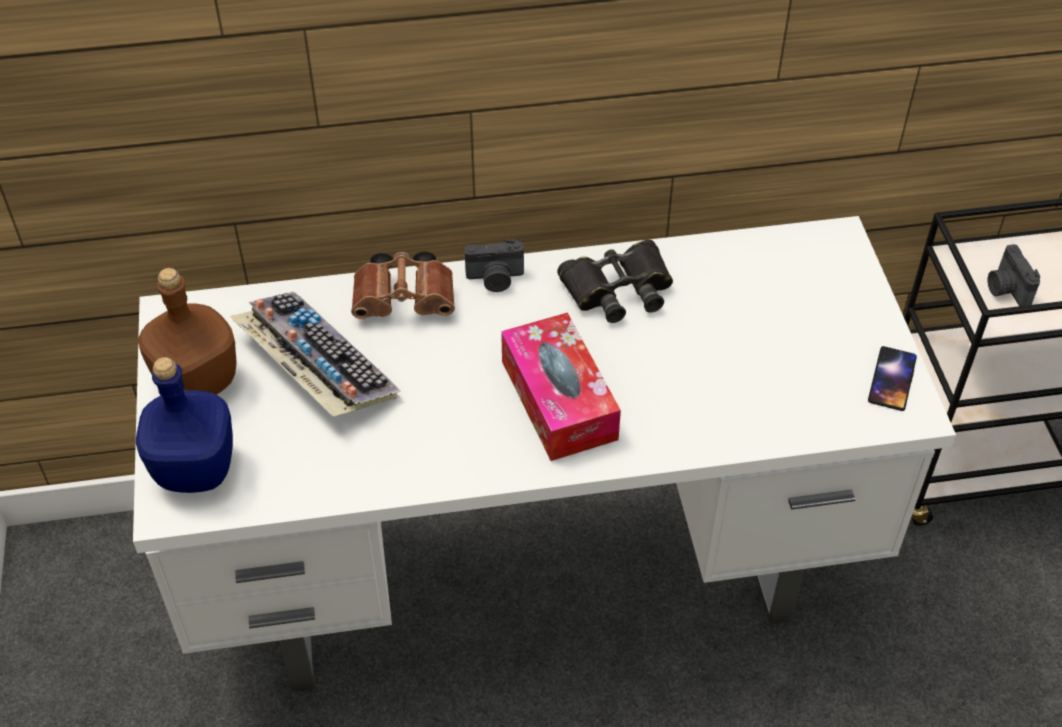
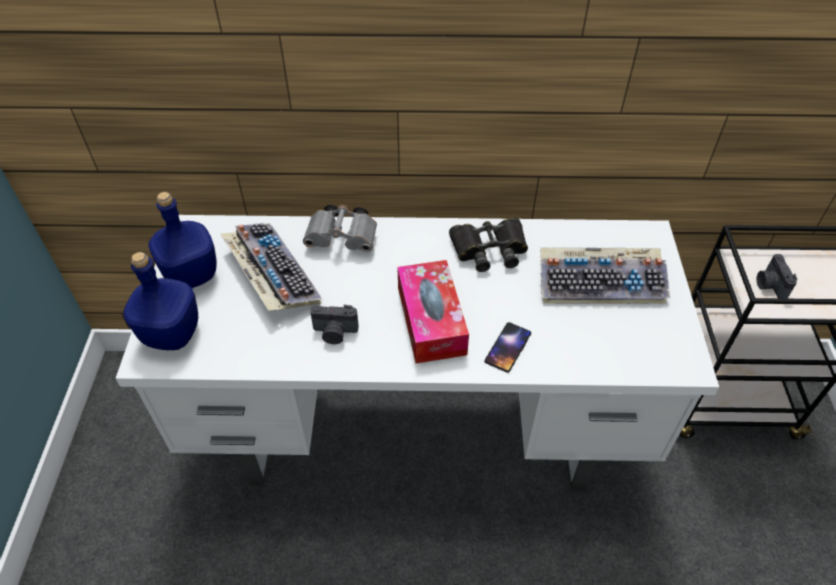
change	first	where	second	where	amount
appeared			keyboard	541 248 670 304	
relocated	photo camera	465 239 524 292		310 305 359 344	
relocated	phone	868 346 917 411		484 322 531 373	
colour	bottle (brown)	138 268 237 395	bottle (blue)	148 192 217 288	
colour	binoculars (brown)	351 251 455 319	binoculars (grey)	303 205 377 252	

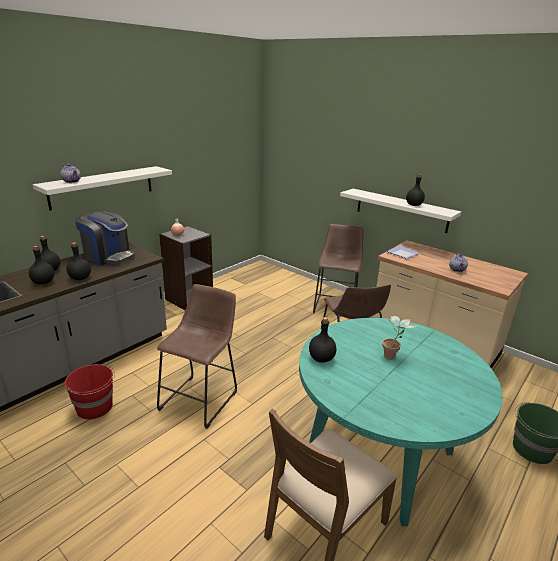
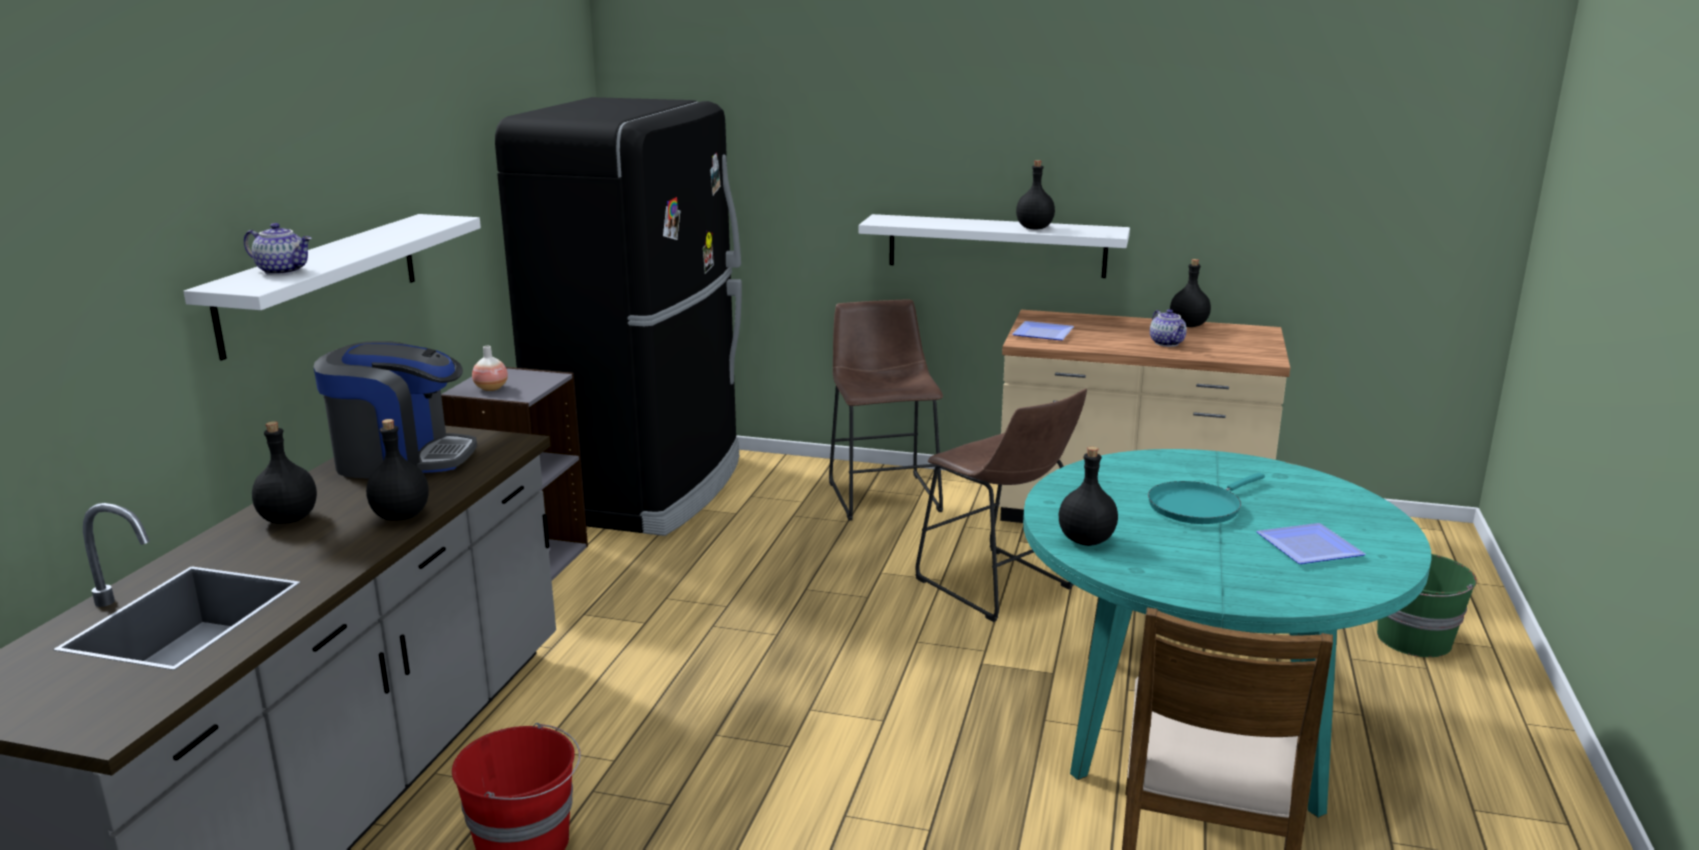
change	first	where	second	where	amount
missing	stool (brown)	157 284 237 429			
appeared			fridge (black)	495 97 742 536	
appeared			plate	1256 523 1366 564	
relocated	bottle (black)	29 246 54 284		1170 259 1211 327	
exchanged	potted plant	382 316 416 360	frying pan (turquoise)	1148 473 1265 524	

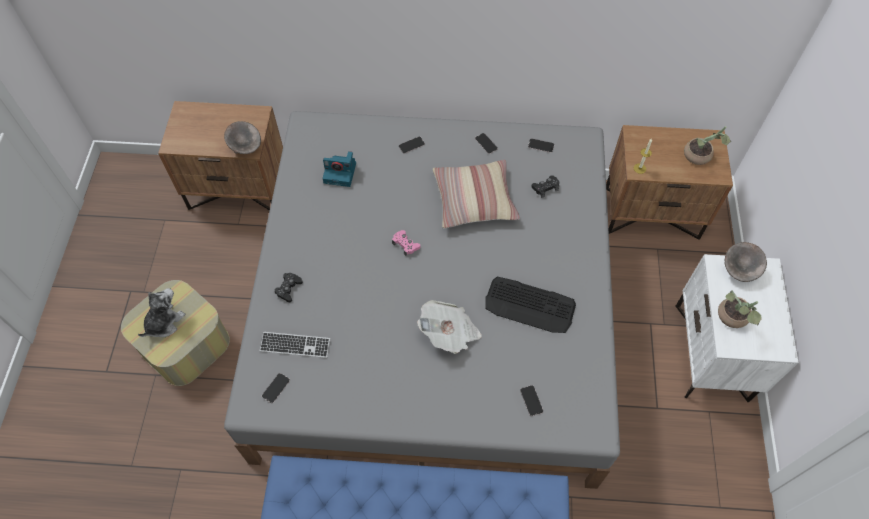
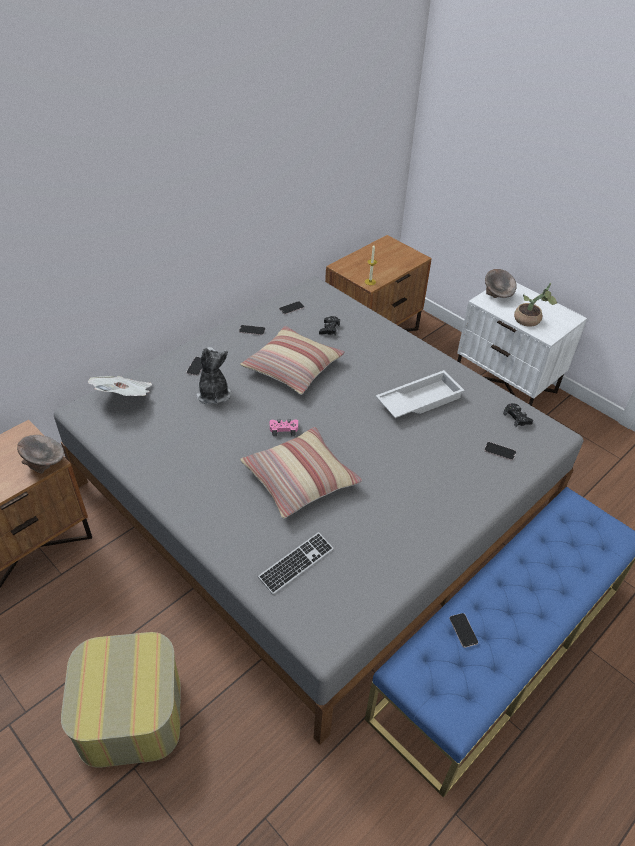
change	first	where	second	where	amount
missing	photo camera	322 151 356 187			
missing	potted plant	684 126 731 165			
appeared			pillow	240 427 362 519	
relocated	plush toy	138 288 185 337		196 347 231 404	
relocated	phone	262 373 290 403		449 613 478 648	
relocated	game controller (black)	275 273 303 302		503 403 533 427	
relocated	newspaper	417 300 482 354		88 376 152 396	
exchanged	keyboard	485 277 576 333	tray (white)	376 370 465 418	

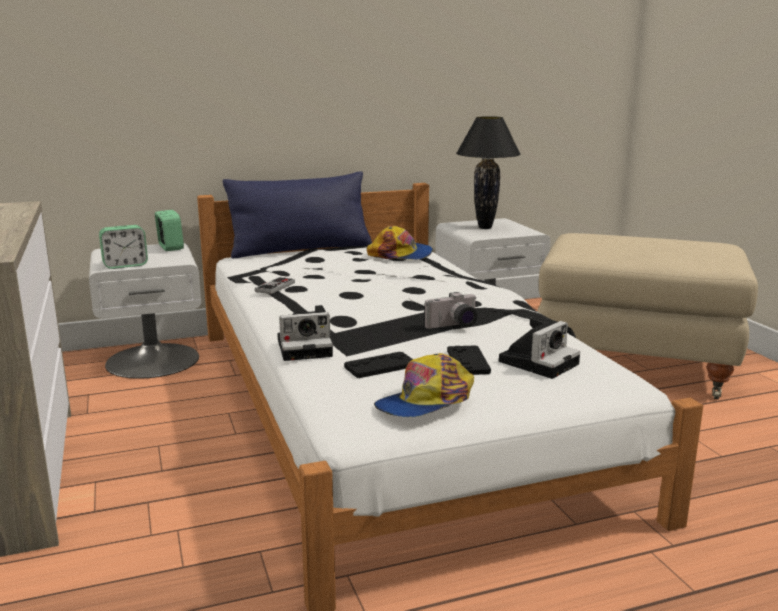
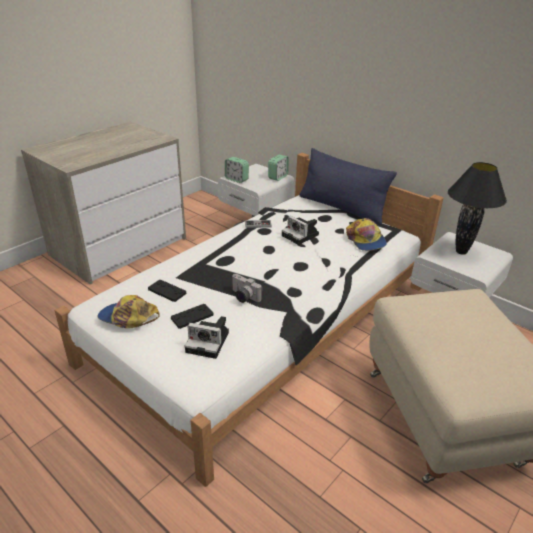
change	first	where	second	where	amount
relocated	photo camera	277 305 333 361		282 216 319 245	

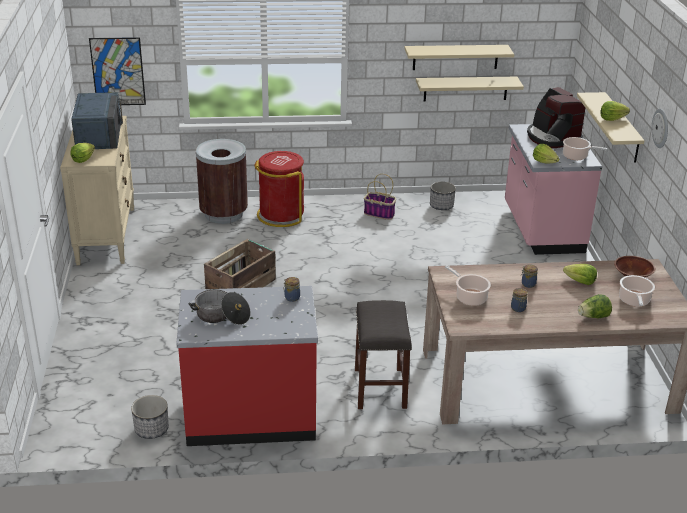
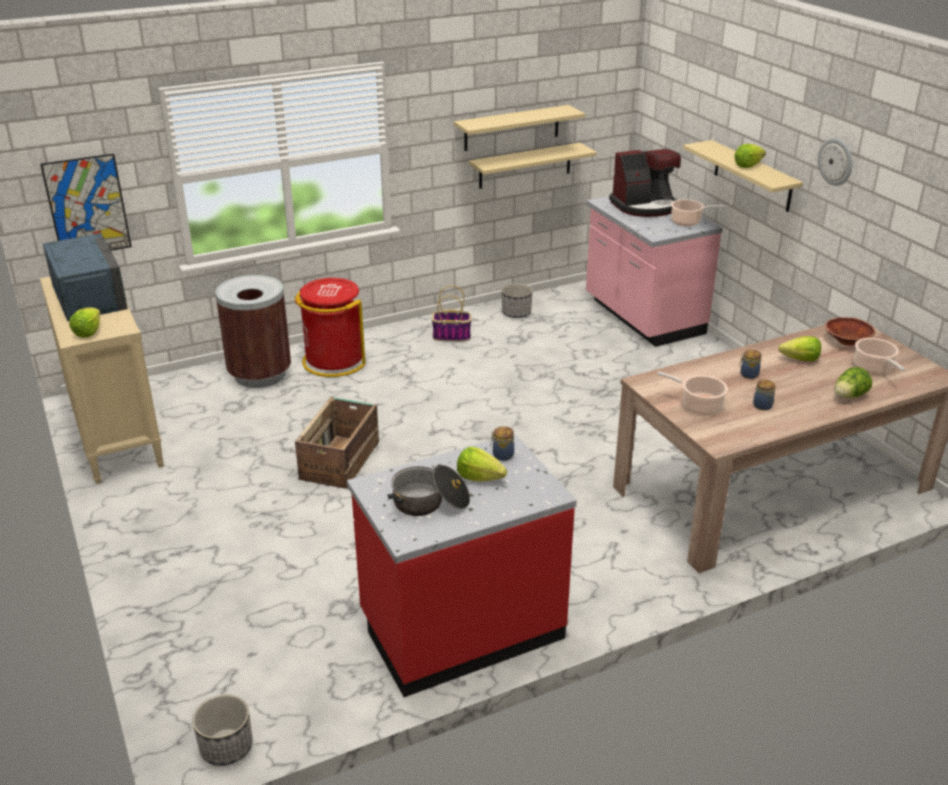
change	first	where	second	where	amount
missing	stool (grey)	355 300 412 409			
relocated	planter	131 395 169 439		192 694 253 766	
relocated	lettuce	533 144 559 163		457 447 507 481	
spun	coffee machine	527 87 585 148		609 149 681 217	60 degrees counterclockwise

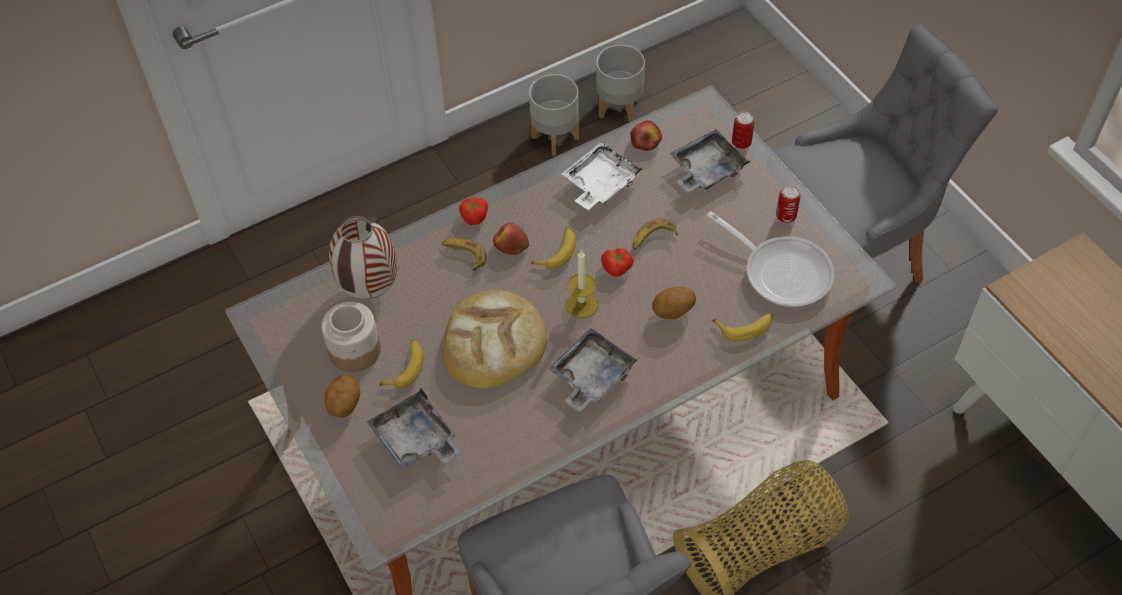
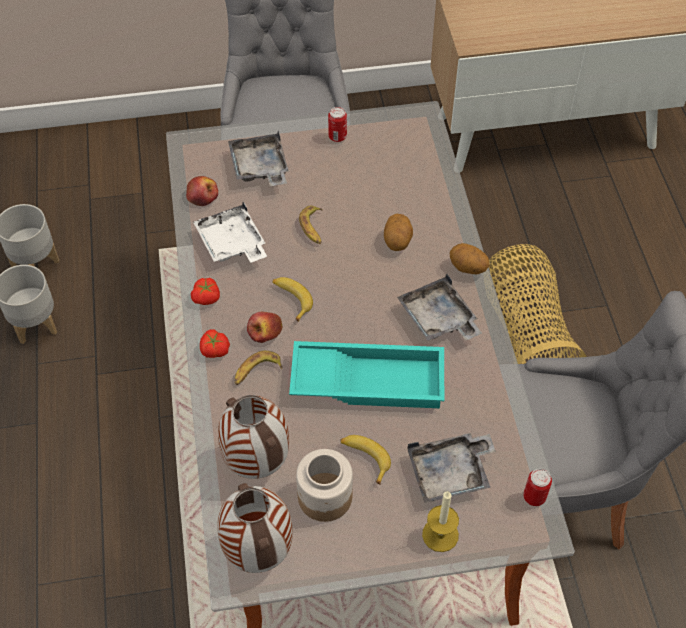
change	first	where	second	where	amount
missing	frying pan	707 211 834 307			
missing	banana	712 313 773 341			
appeared			vase	217 483 293 573	
relocated	potato	325 374 360 418		450 243 490 274	
relocated	candle	565 250 599 318		422 491 459 552	
relocated	tomato	601 248 634 277		191 278 220 305	
relocated	can	732 112 755 149		523 469 552 506	
exchanged	bread	442 290 547 388	tray (turquoise)	289 341 444 408	

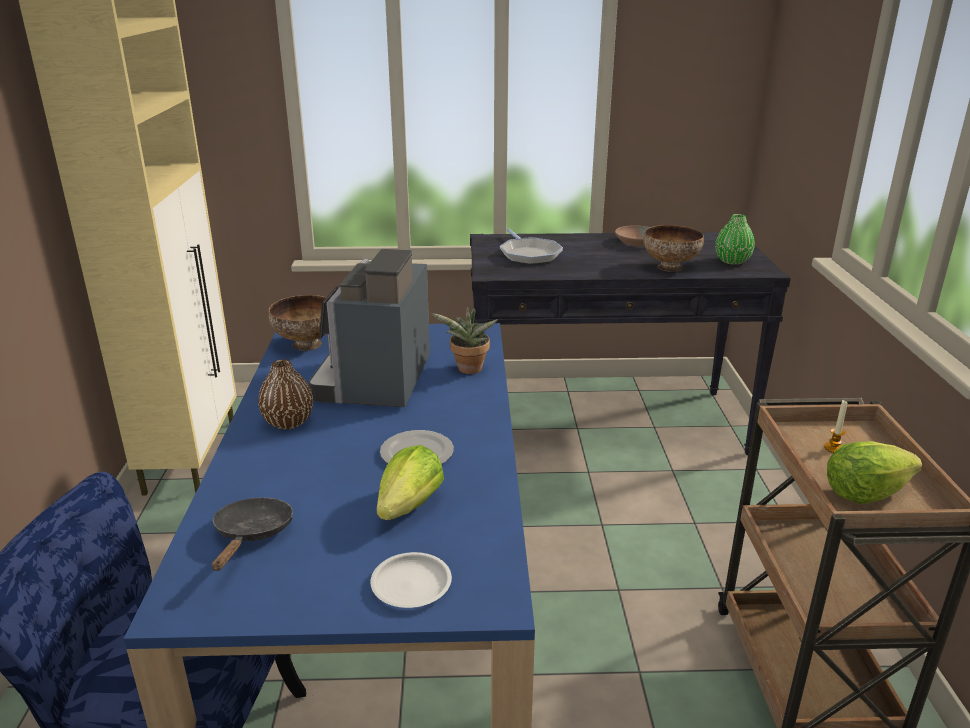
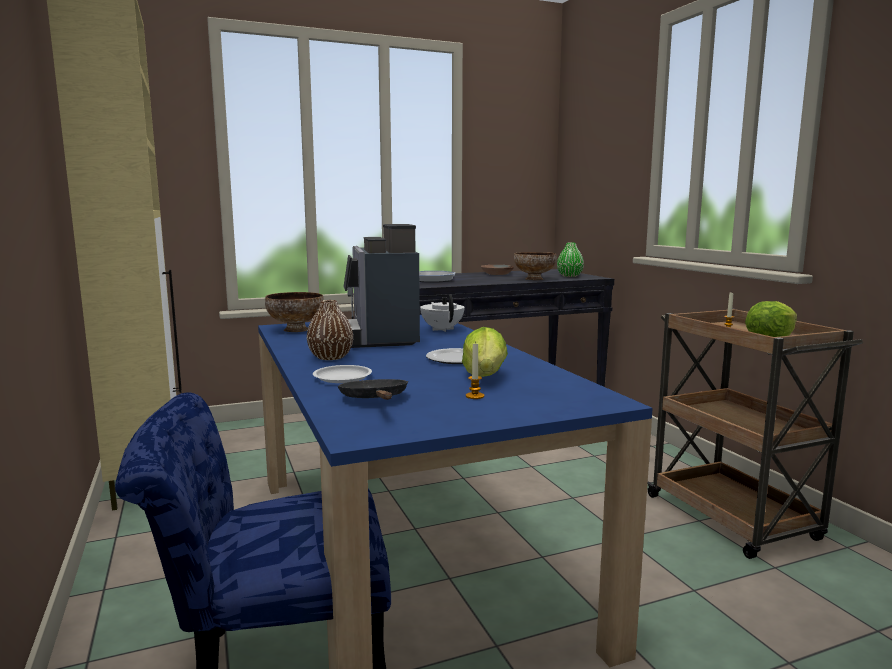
change	first	where	second	where	amount
appeared			candle	466 342 484 399	
relocated	plate (white)	370 552 452 608		313 365 372 383	
exchanged	potted plant	431 307 498 374	teapot (white)	420 294 464 332	

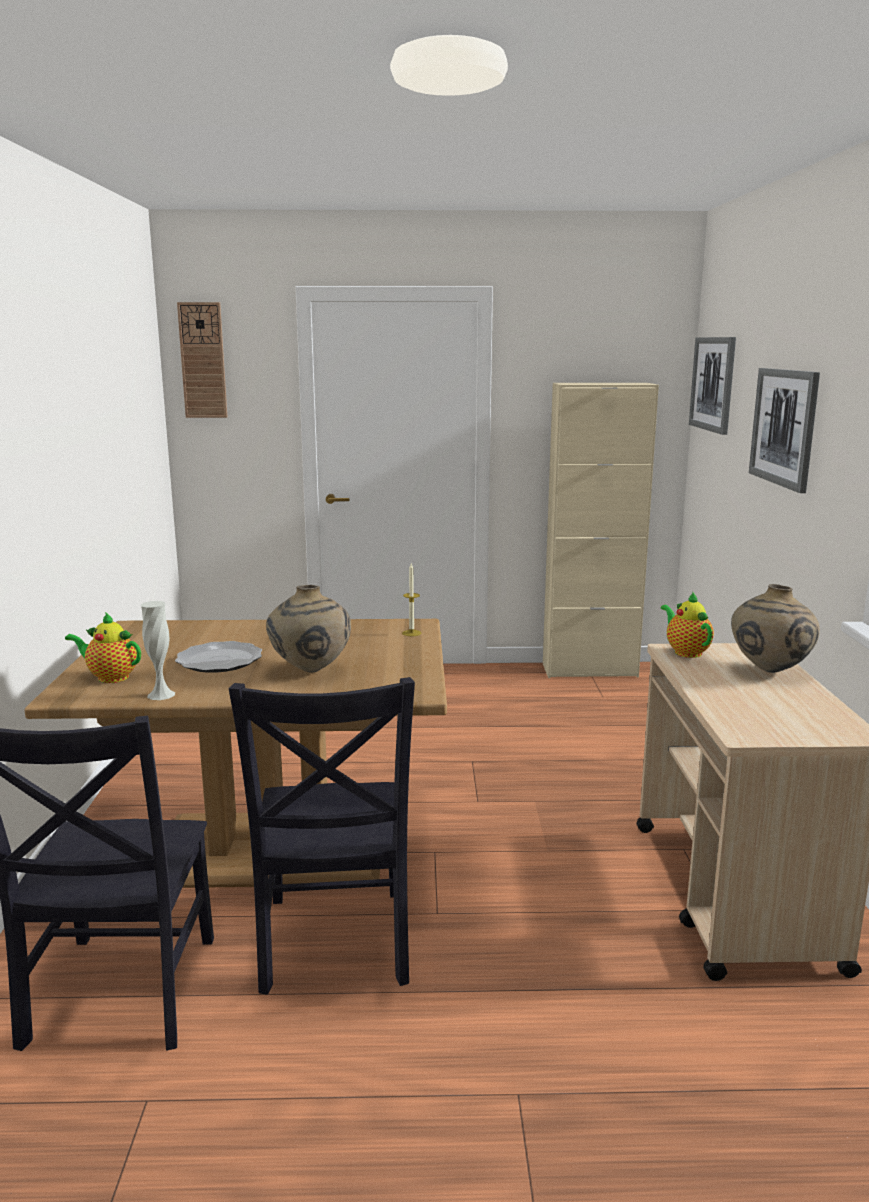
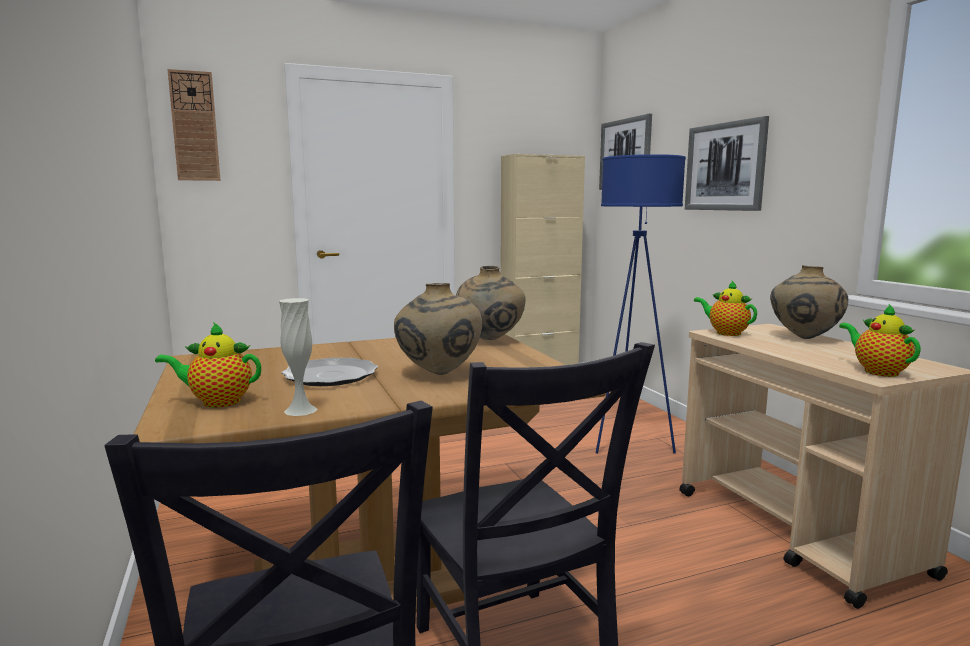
change	first	where	second	where	amount
appeared			floor lamp (blue)	596 154 686 454	
appeared			teapot	839 304 921 377	
exchanged	candle	402 563 421 636	vase (beige)	456 266 526 340	

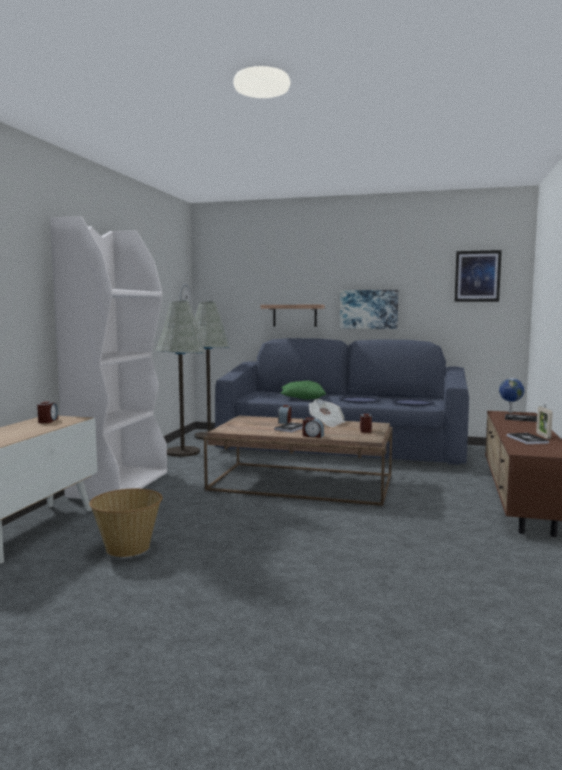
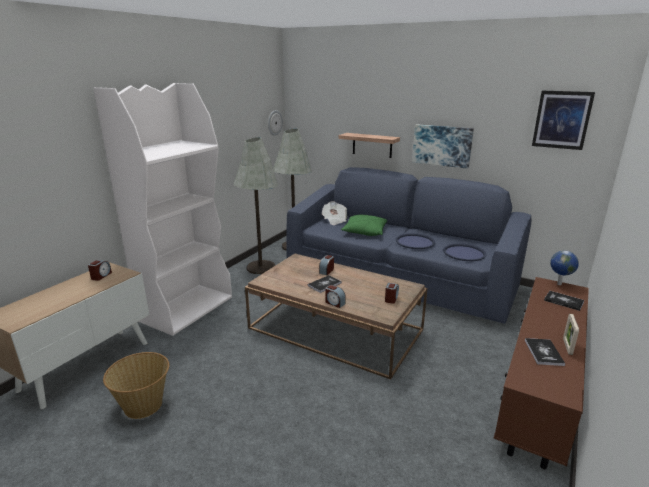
change	first	where	second	where	amount
relocated	newspaper	309 399 345 427		322 201 347 225	

